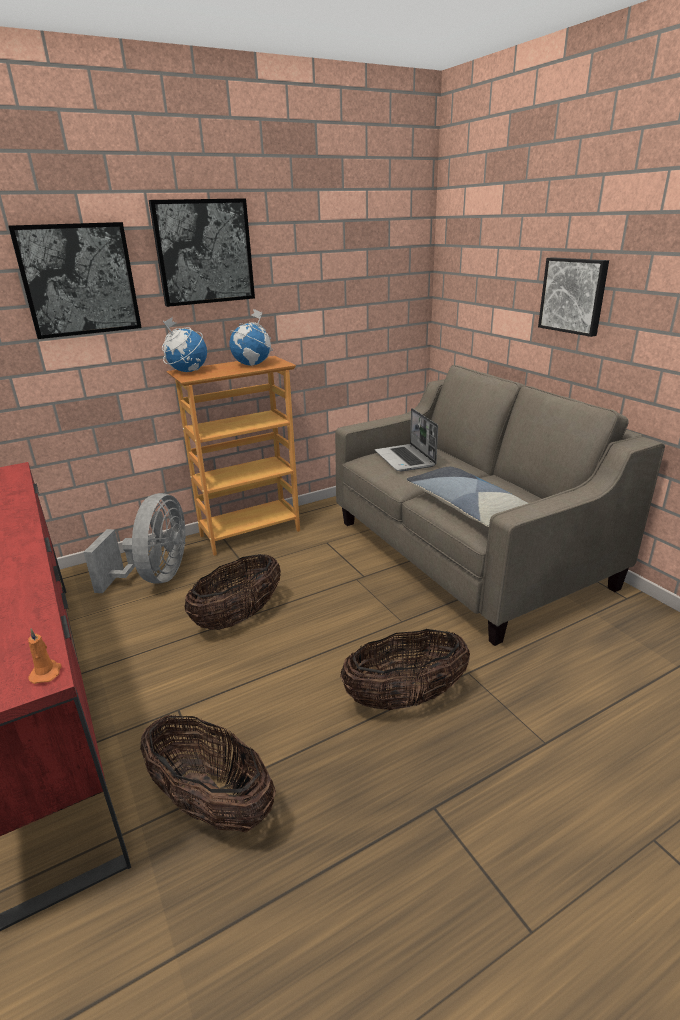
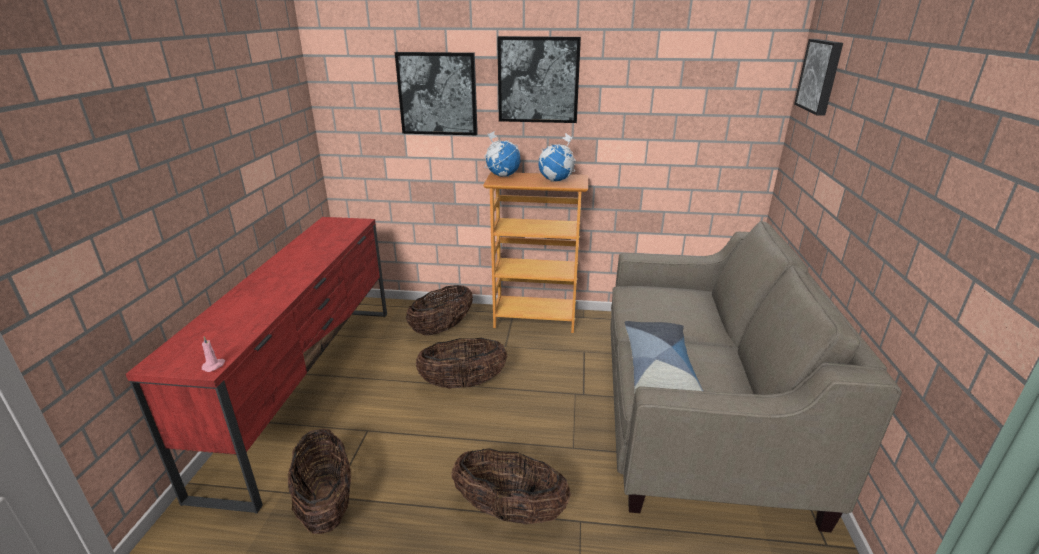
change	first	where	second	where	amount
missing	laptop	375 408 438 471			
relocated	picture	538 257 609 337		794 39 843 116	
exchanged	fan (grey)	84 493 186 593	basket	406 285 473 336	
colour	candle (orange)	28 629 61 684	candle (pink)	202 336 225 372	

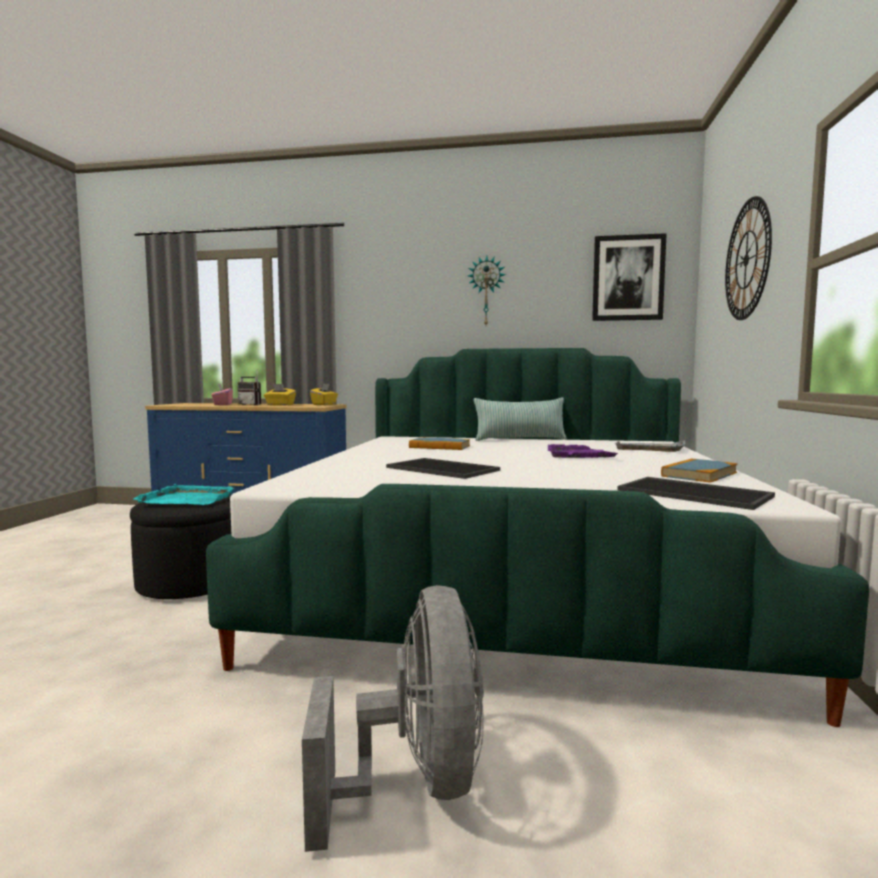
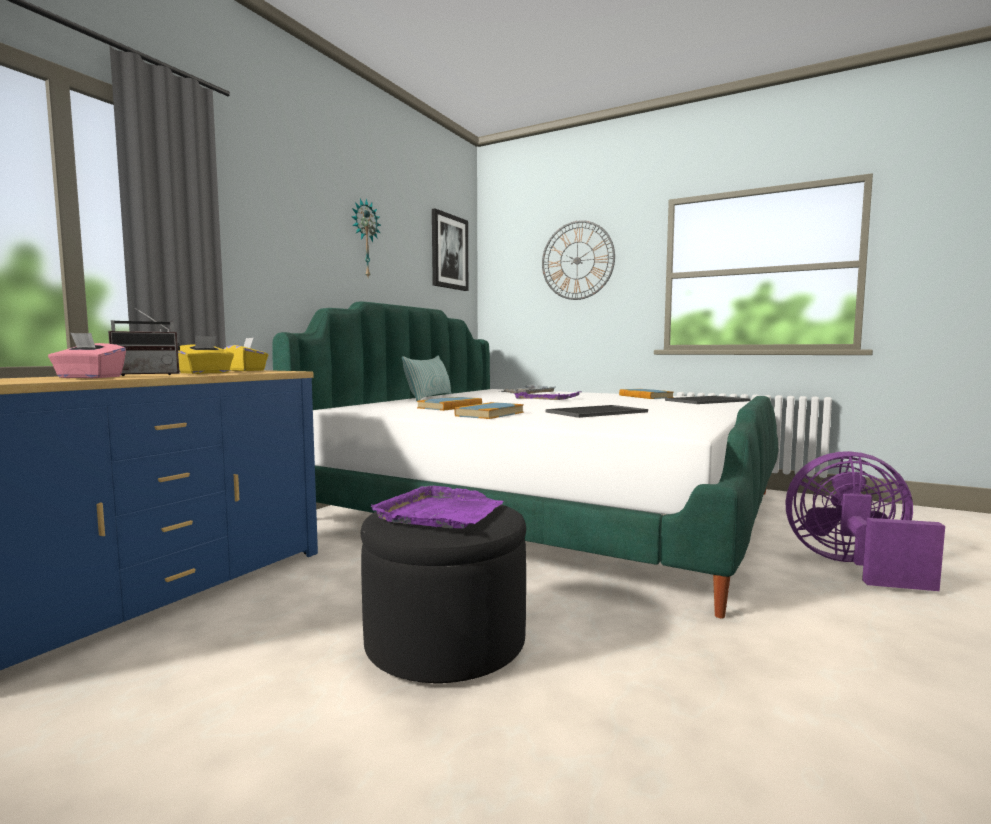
change	first	where	second	where	amount
appeared			book	454 402 524 419	
colour	tray (turquoise)	133 484 234 505	tray (purple)	371 486 504 528	
colour	fan (grey)	302 585 484 852	fan (purple)	786 451 945 591	

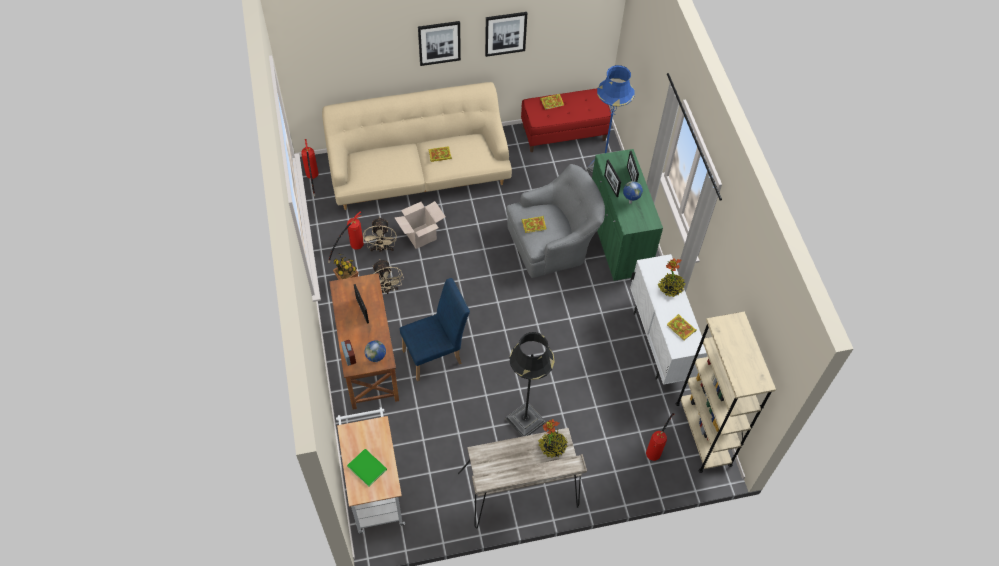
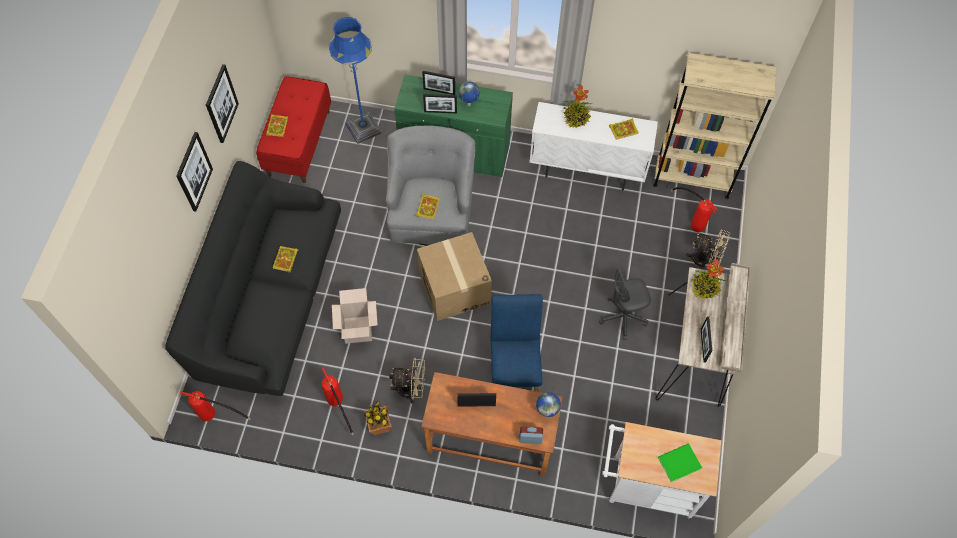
change	first	where	second	where	amount
appeared			cardboard box	417 232 492 321	
appeared			picture frame	701 316 712 363	
relocated	fan (beige)	363 217 397 253		686 229 730 270	
exchanged	floor lamp (black)	506 332 555 437	office chair (grey)	599 266 651 340	
colour	sofa (beige)	322 82 512 210	sofa (black)	165 161 341 396	

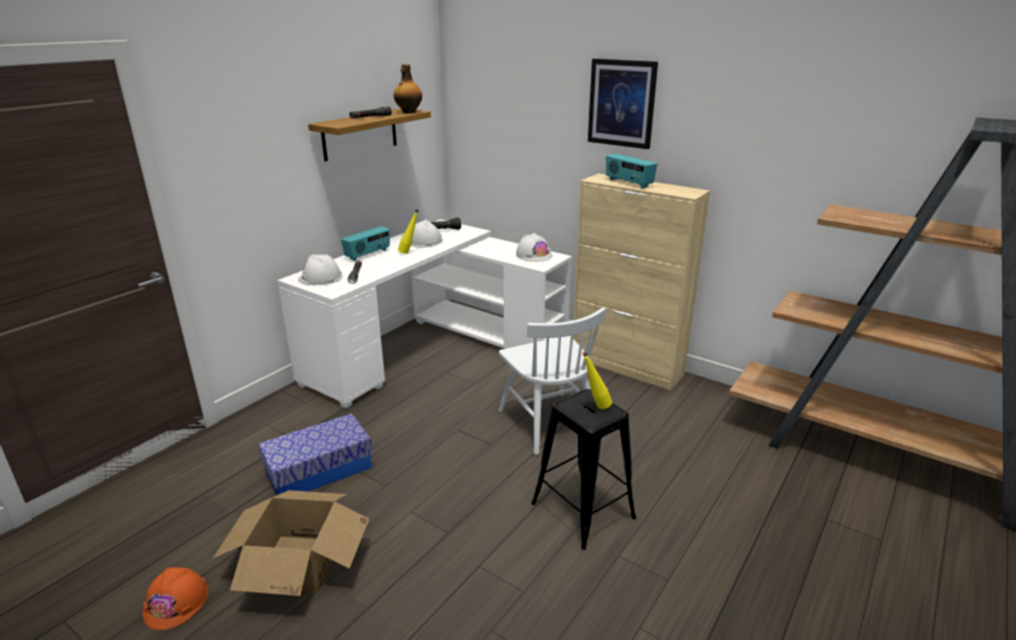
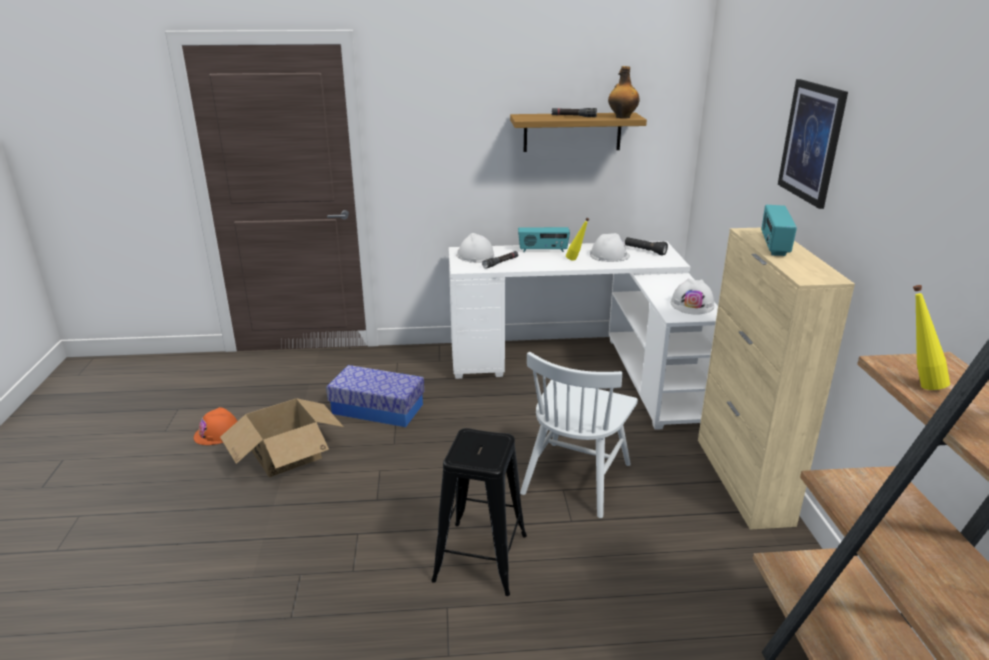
change	first	where	second	where	amount
relocated	bottle (yellow)	582 351 612 409		913 285 950 390	

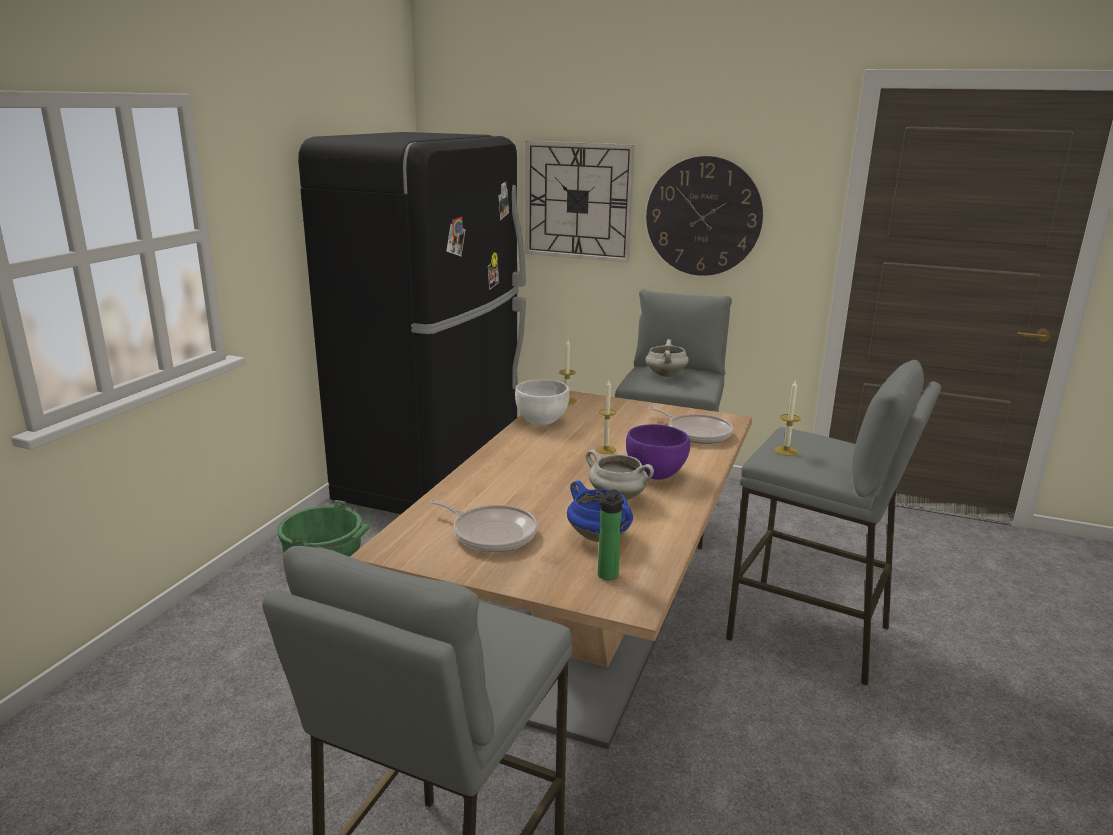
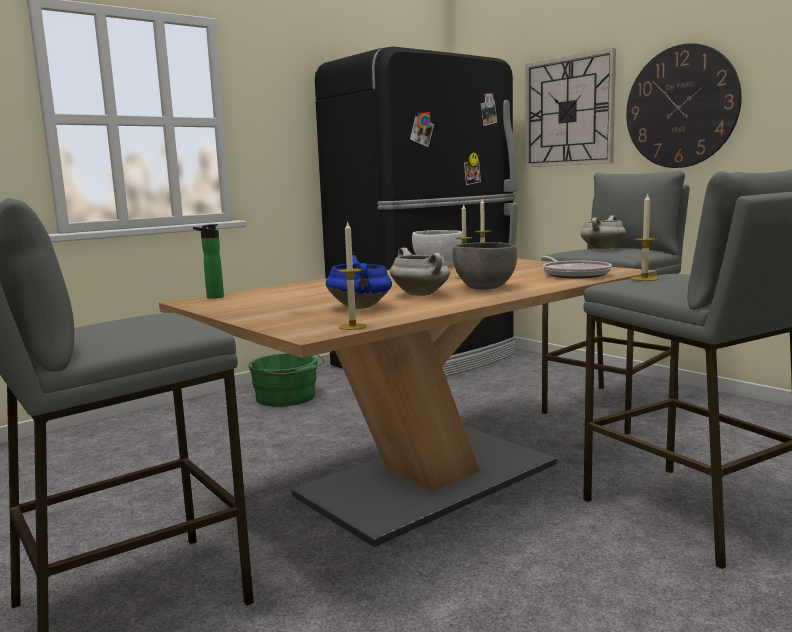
change	first	where	second	where	amount
missing	frying pan	429 499 538 552			
appeared			candle	338 221 367 330	
relocated	bottle	598 489 622 580		193 224 224 299	
colour	bowl (purple)	626 424 690 480	bowl (grey)	452 242 517 290	

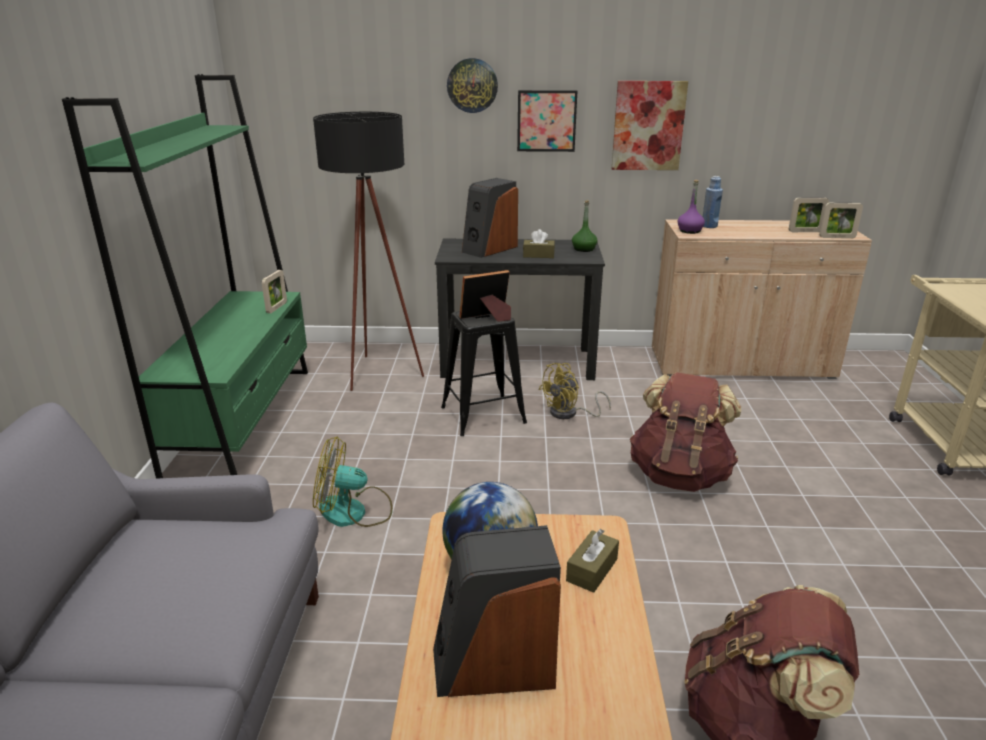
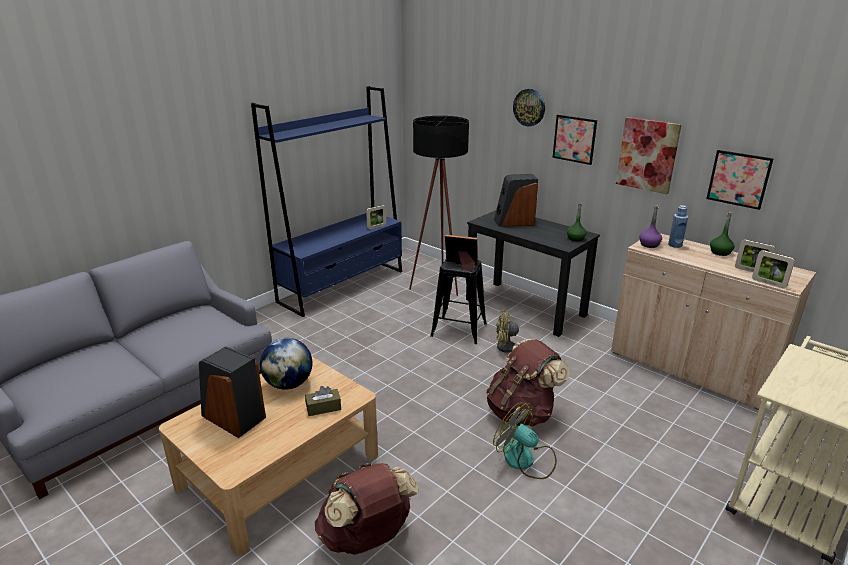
change	first	where	second	where	amount
missing	tissue box (brown)	523 229 555 258			
appeared			picture	706 150 774 210	
appeared			bottle (green)	710 212 735 256	
relocated	fan	313 436 393 527		493 402 557 479	
colour	bookcase (green)	62 74 308 479	bookcase (blue)	251 86 402 317	

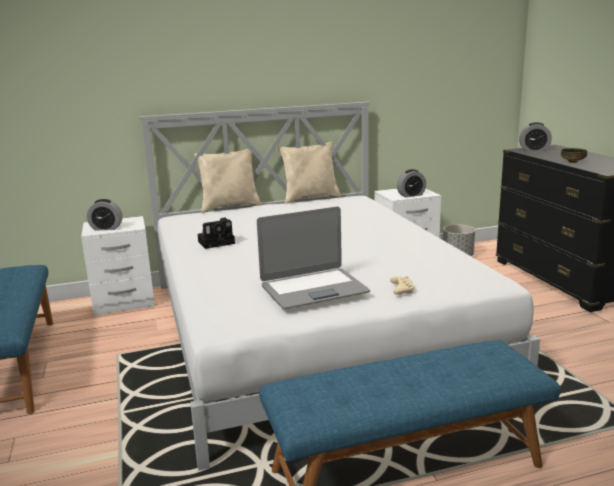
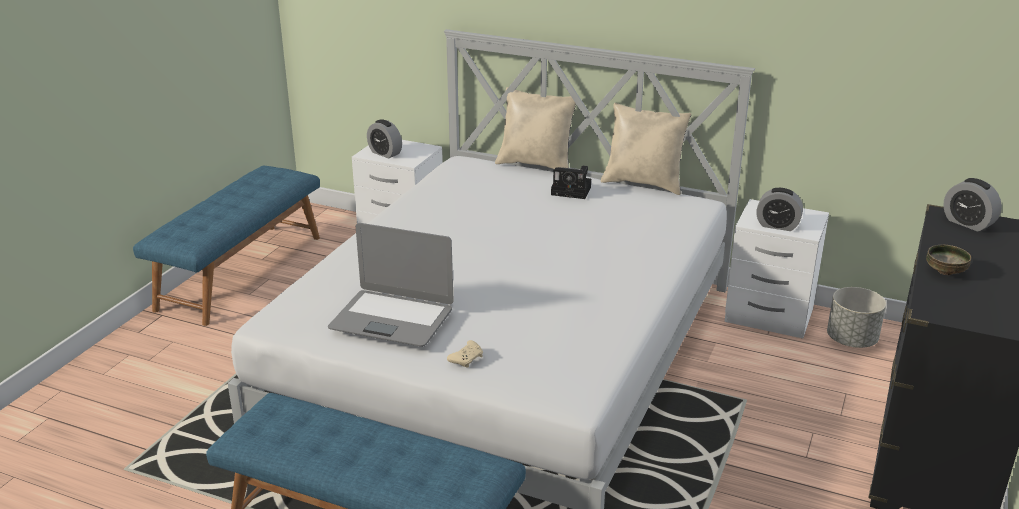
change	first	where	second	where	amount
relocated	photo camera	198 217 235 249		551 166 591 199	

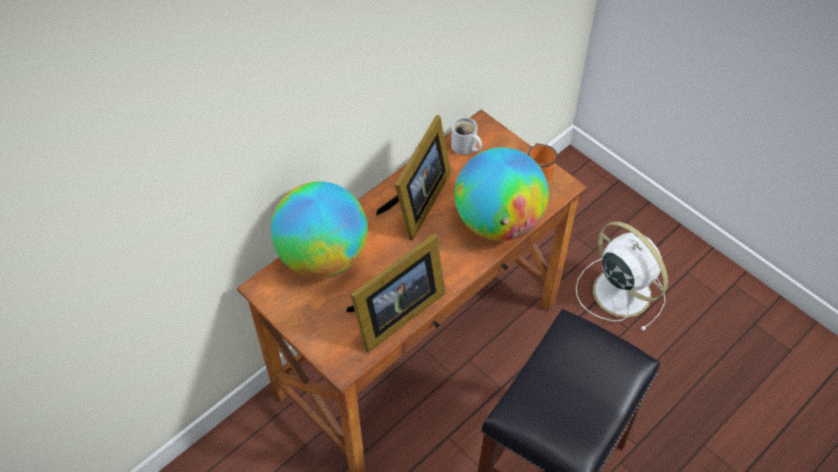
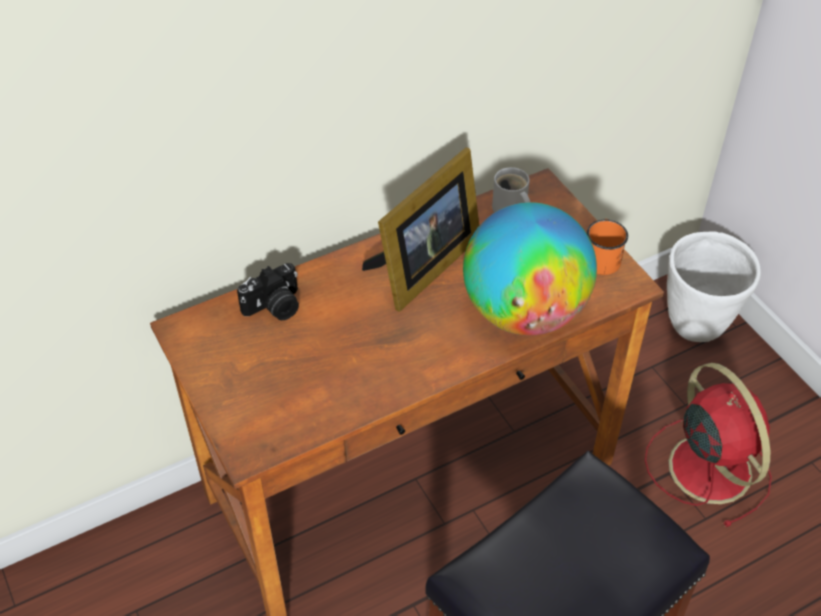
change	first	where	second	where	amount
missing	picture frame	347 234 446 353			
appeared			planter (white)	667 231 761 342	
exchanged	globe	271 182 368 278	photo camera	237 263 299 320	
colour	fan (white)	576 221 668 331	fan (red)	645 363 772 527	

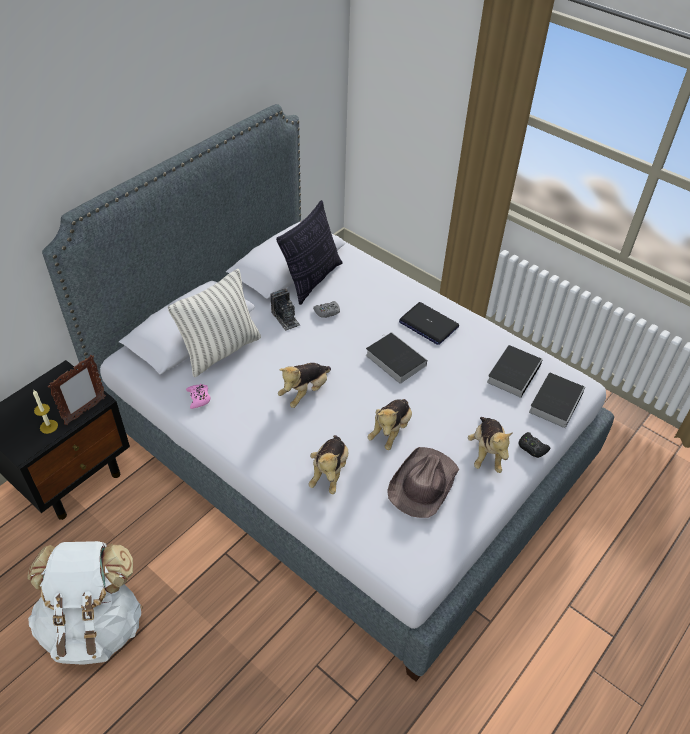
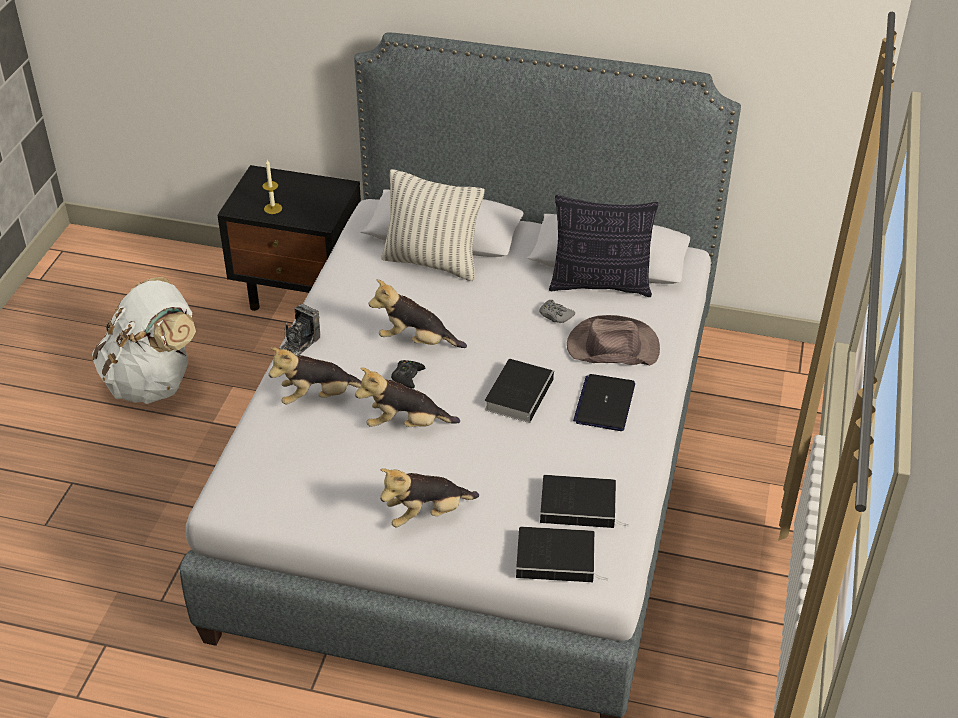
change	first	where	second	where	amount
missing	picture frame	48 355 106 425			
missing	game controller (pink)	186 384 211 409			
relocated	photo camera	270 288 300 331		279 304 320 355	
relocated	hat (brown)	387 447 459 518		567 315 660 366	
relocated	game controller (black)	518 432 550 458		391 360 425 389	

